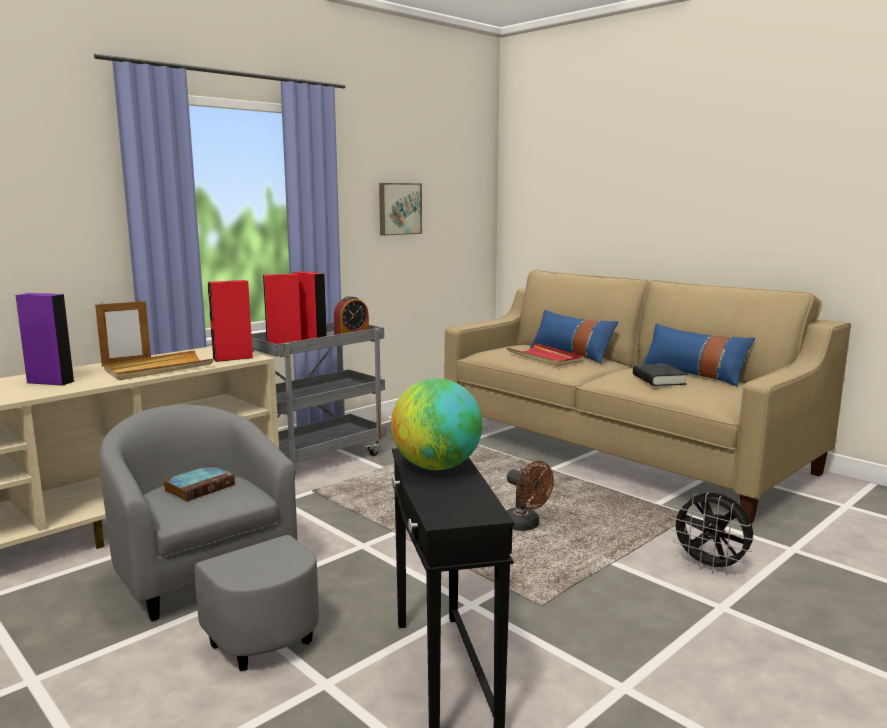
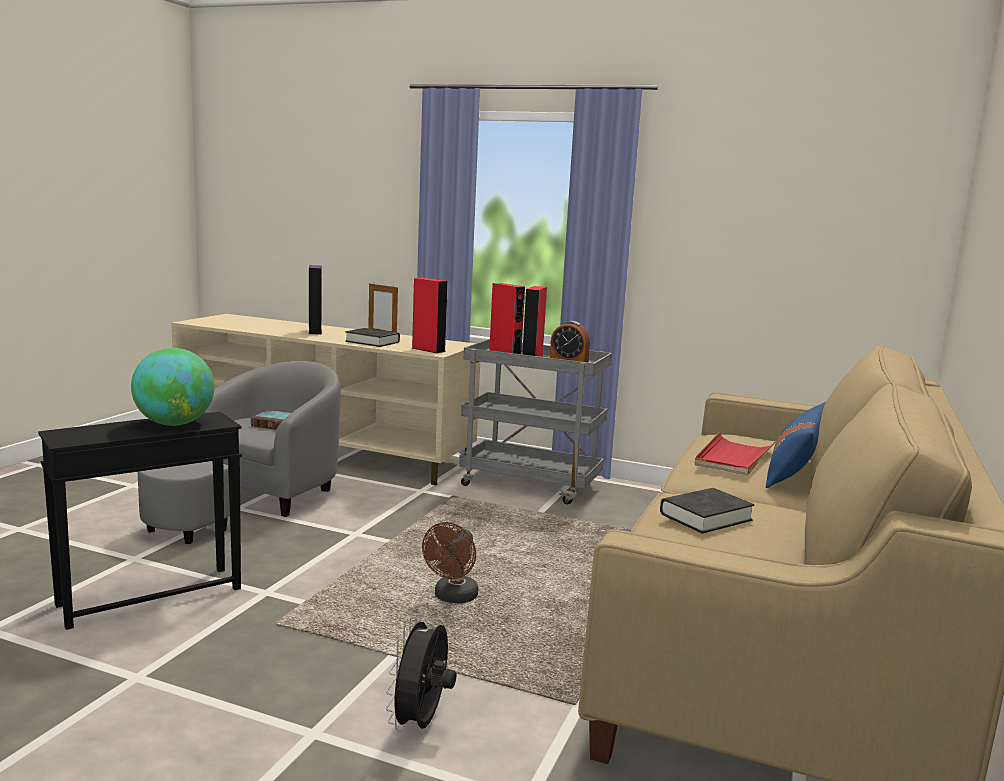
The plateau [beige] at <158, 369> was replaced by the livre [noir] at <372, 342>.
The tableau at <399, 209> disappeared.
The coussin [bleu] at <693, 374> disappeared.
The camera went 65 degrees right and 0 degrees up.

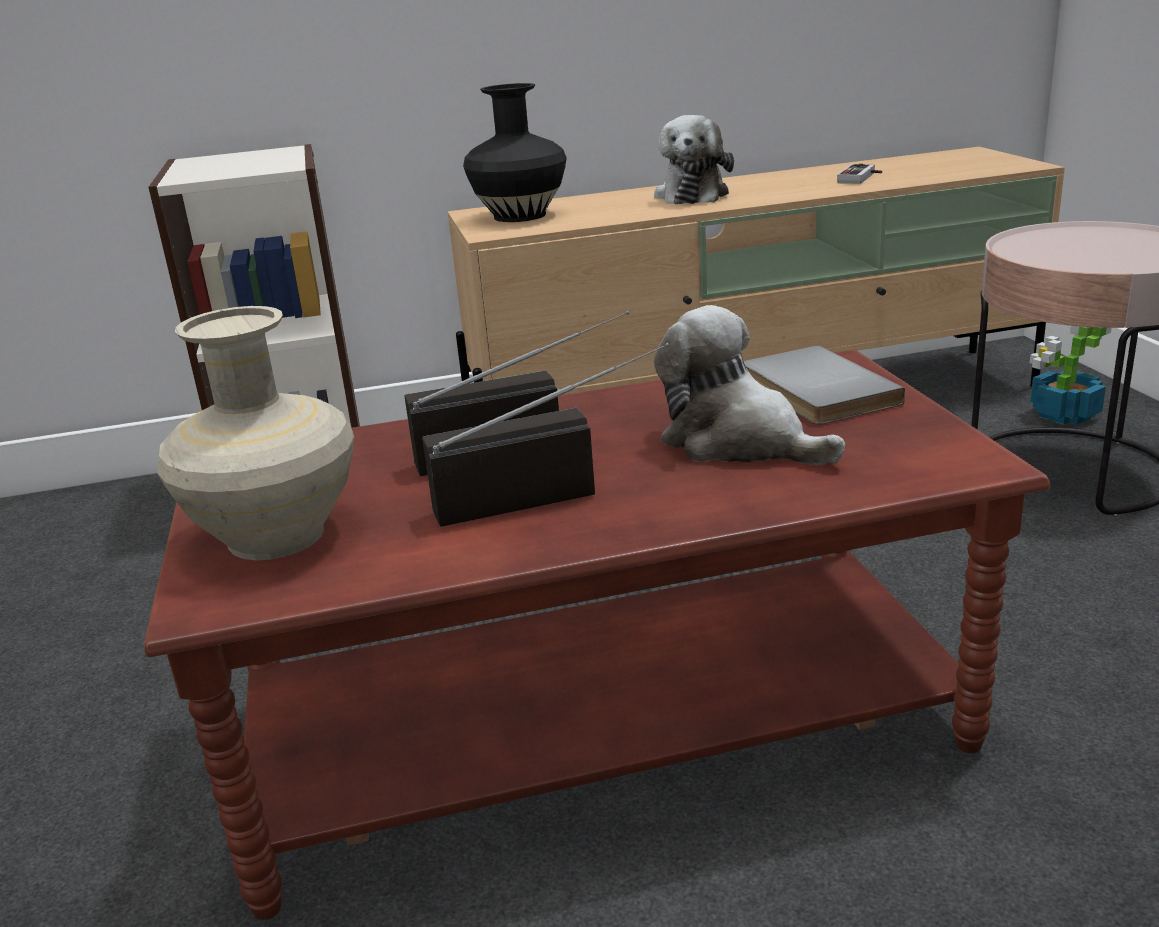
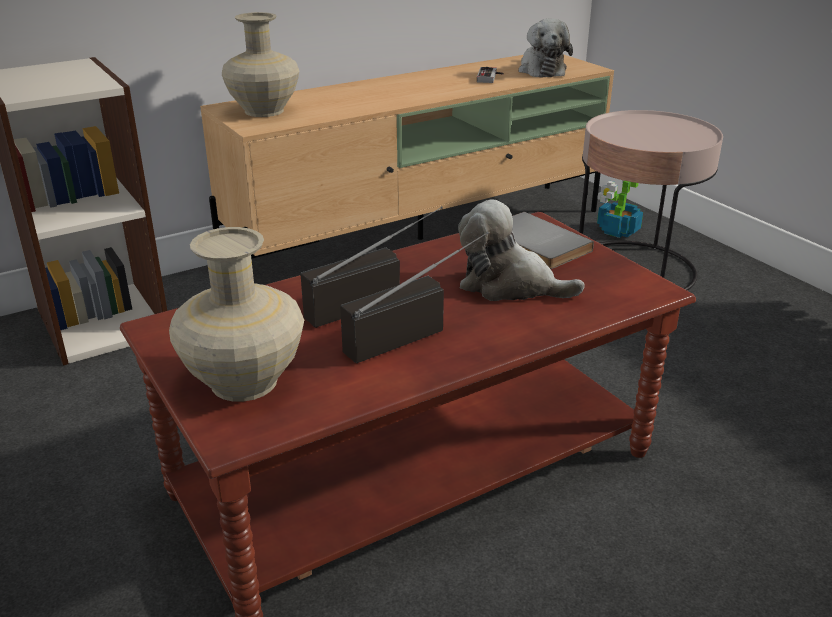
The vase [noir] at <520, 215> became the vase [beige] at <264, 110>.
The peluche moved from <692, 195> to <541, 70>.
The camera went 20 degrees left and 5 degrees up.

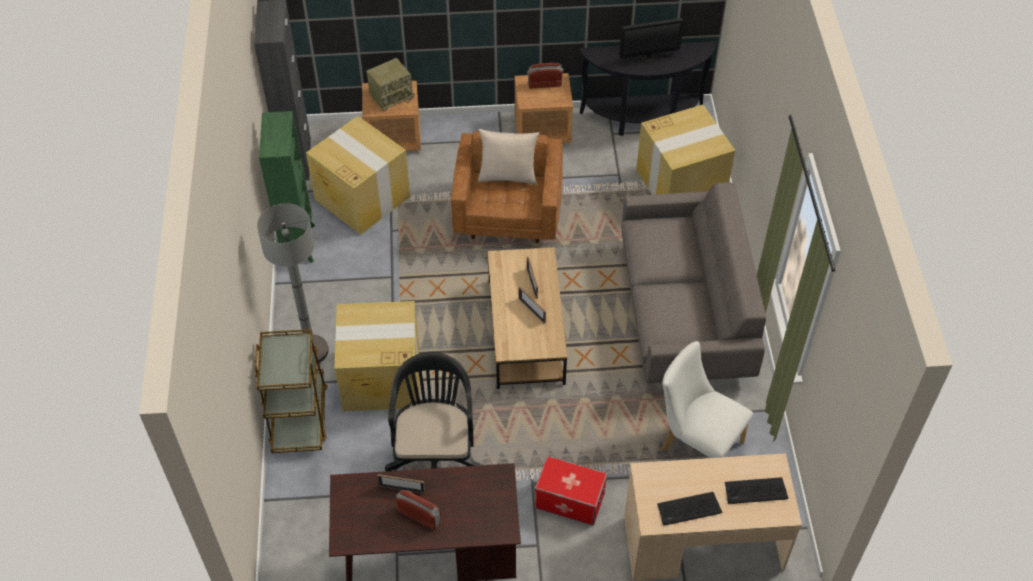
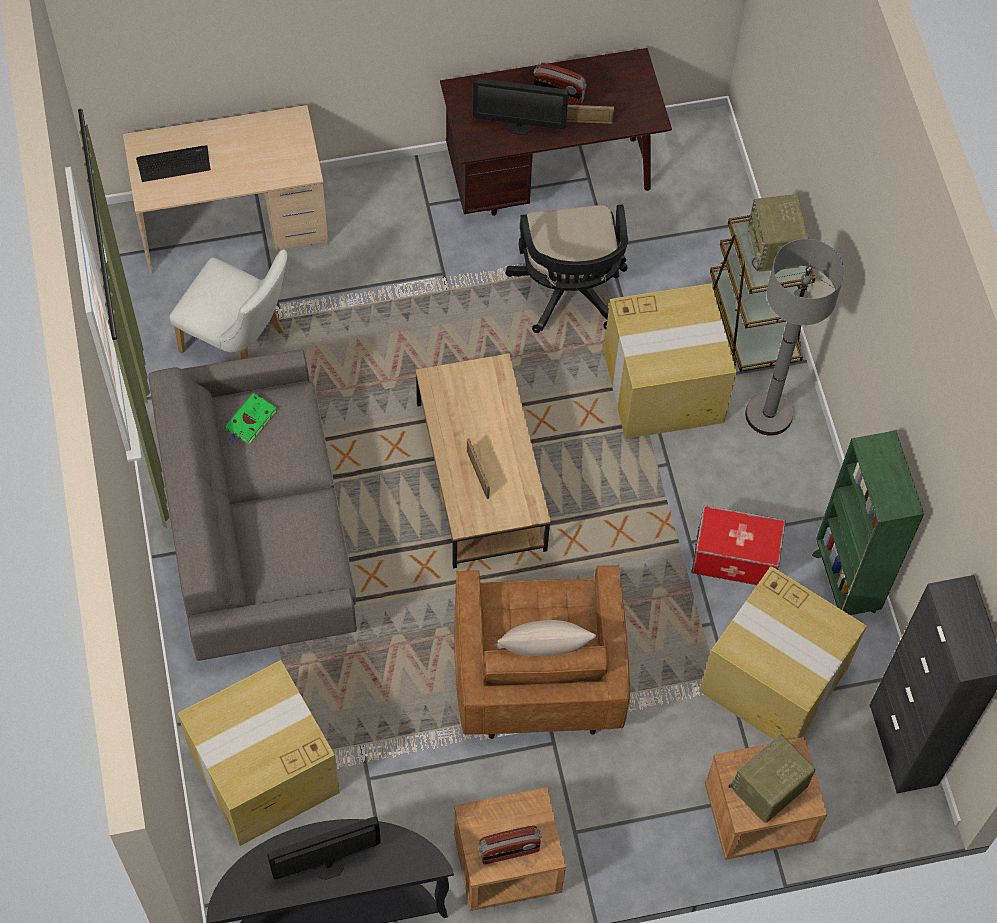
The cadre photo at <532, 310> disappeared.
The boîte de rangement moved from <570, 500> to <734, 558>.
The clavier at <689, 509> disappeared.
The livre [vert] at <250, 422> appeared.
The écran d'ordinateur at <519, 125> appeared.
The radio at <775, 248> appeared.
The camera went 170 degrees right and 10 degrees up.

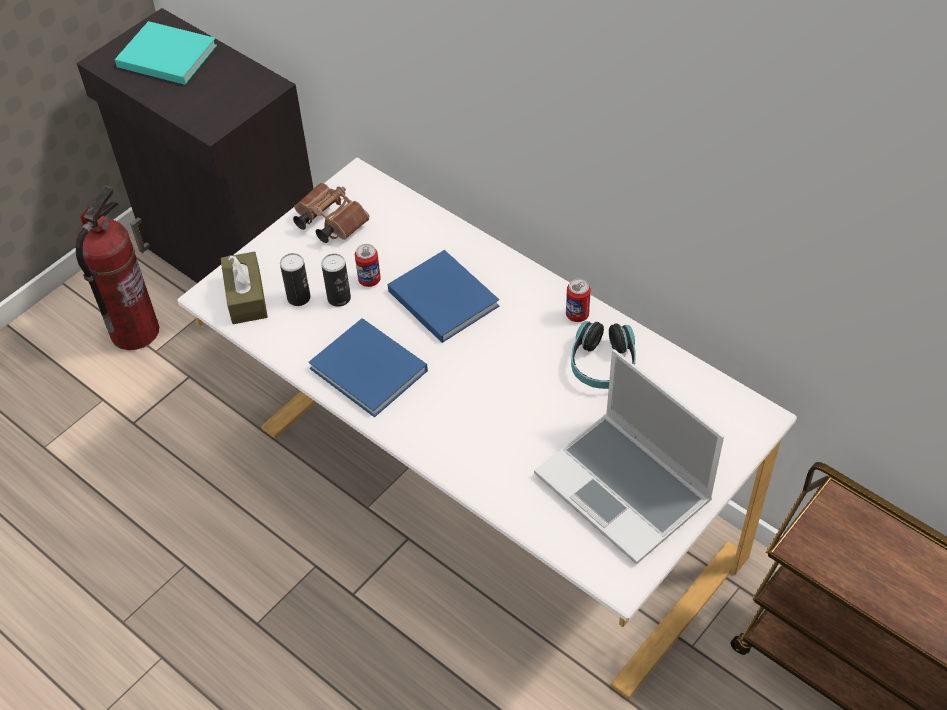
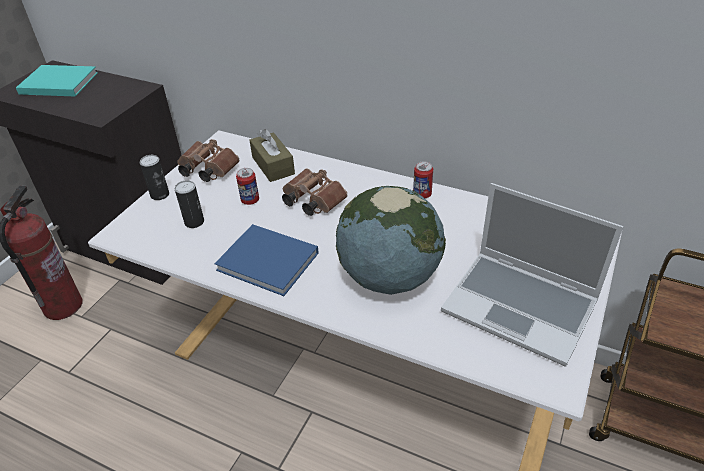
The boîte à mouchoirs [marron] moved from <246, 297> to <273, 165>.
The boîte métallique moved from <339, 298> to <160, 195>.
The livre [bleu] at <441, 297> was replaced by the jumelles [marron] at <311, 201>.
The casque audio at <602, 364> disappeared.
The globe at <389, 277> appeared.
The camera went 15 degrees left and 10 degrees down.

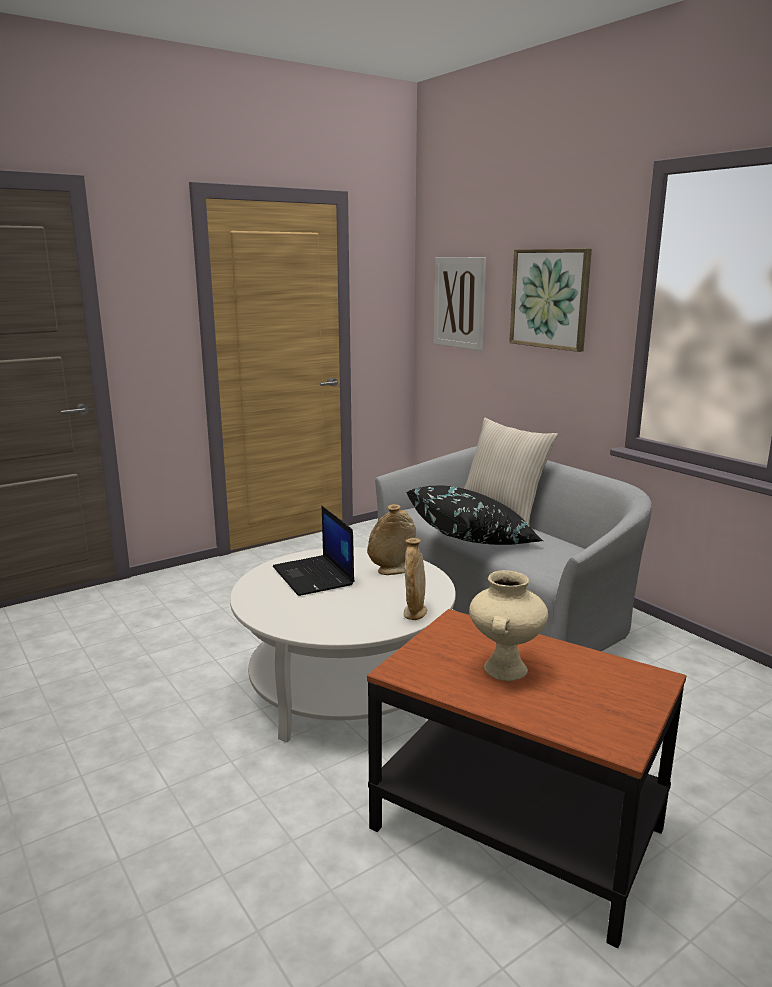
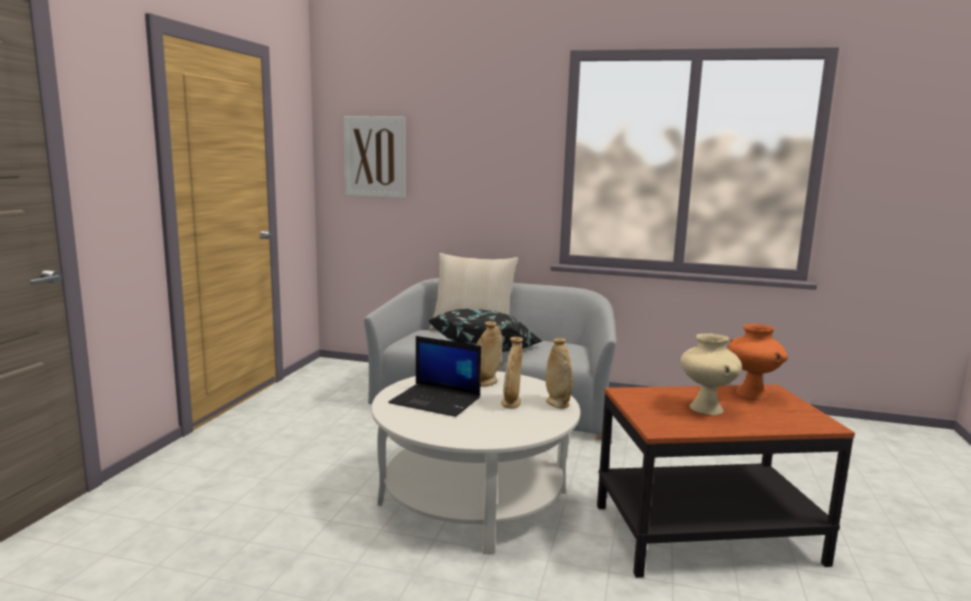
The tableau at <550, 298> disappeared.
The vase [beige] at <511, 403> appeared.
The vase [orange] at <750, 394> appeared.
The camera went 40 degrees left and 5 degrees down.

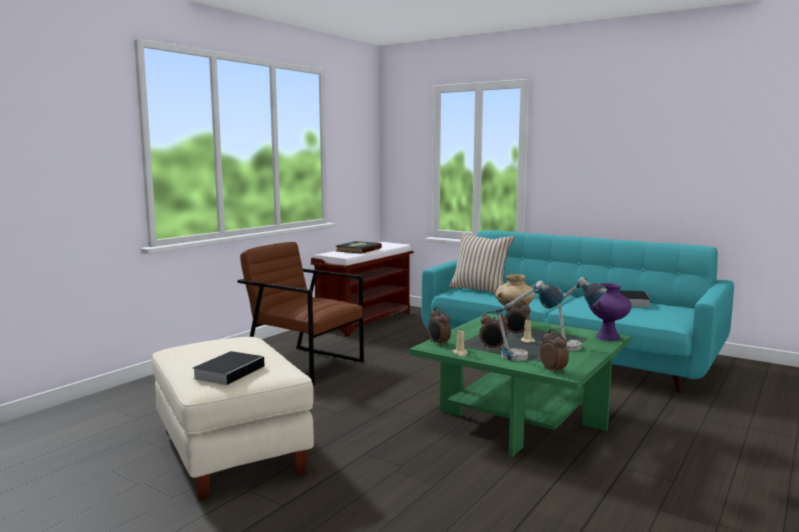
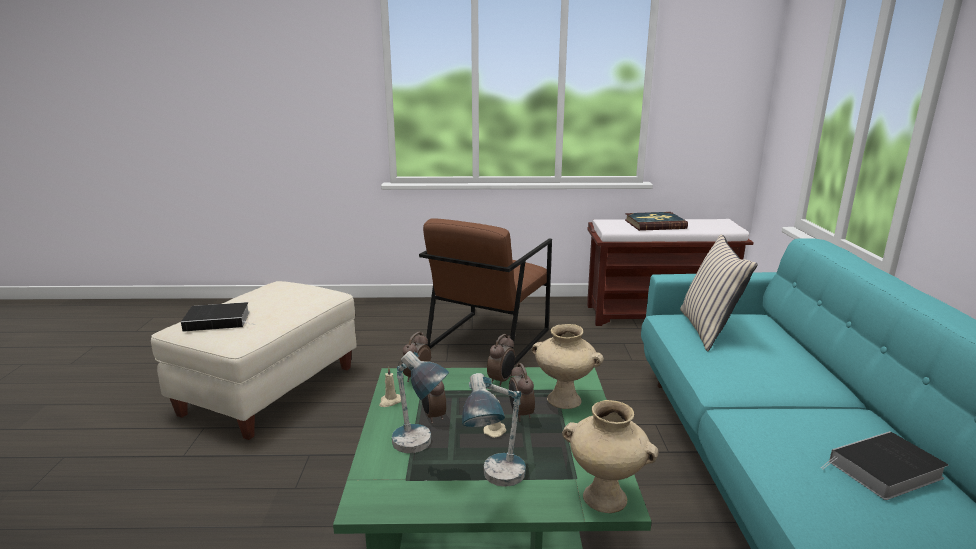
The fauteuil [marron] at <304, 365> turned 150 degrees counterclockwise.
The réveil moved from <553, 370> to <502, 380>.
The vase [violet] at <607, 337> became the vase [beige] at <606, 497>.
The camera went 55 degrees right and 10 degrees up.

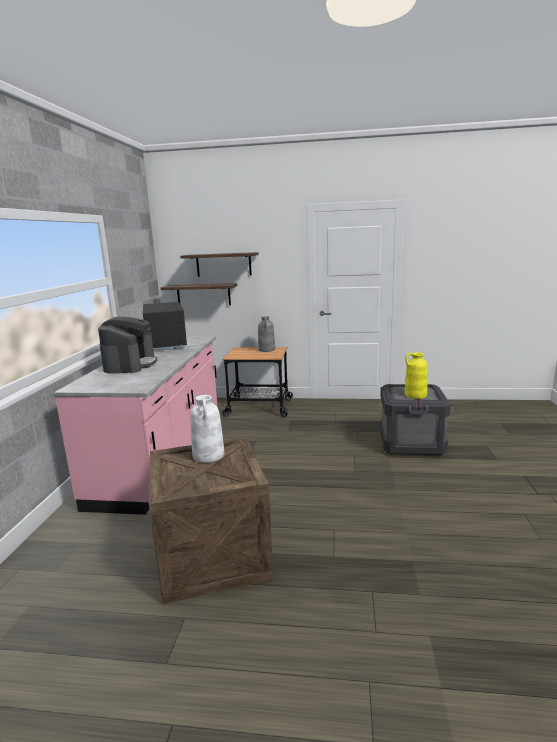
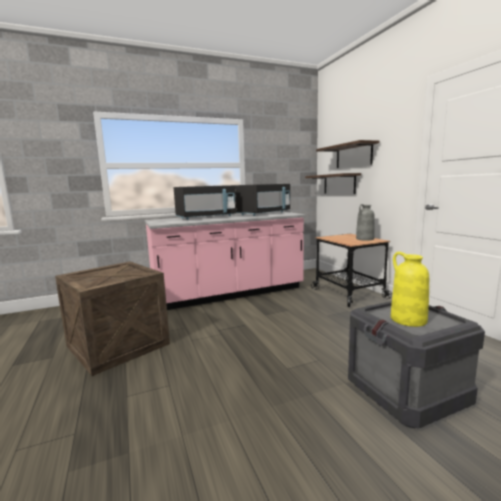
The machine à café at <130, 364> was replaced by the micro-ondes [noir] at <206, 217>.
The vase [blanc] at <209, 456> disappeared.
The camera went 60 degrees right and 5 degrees down.

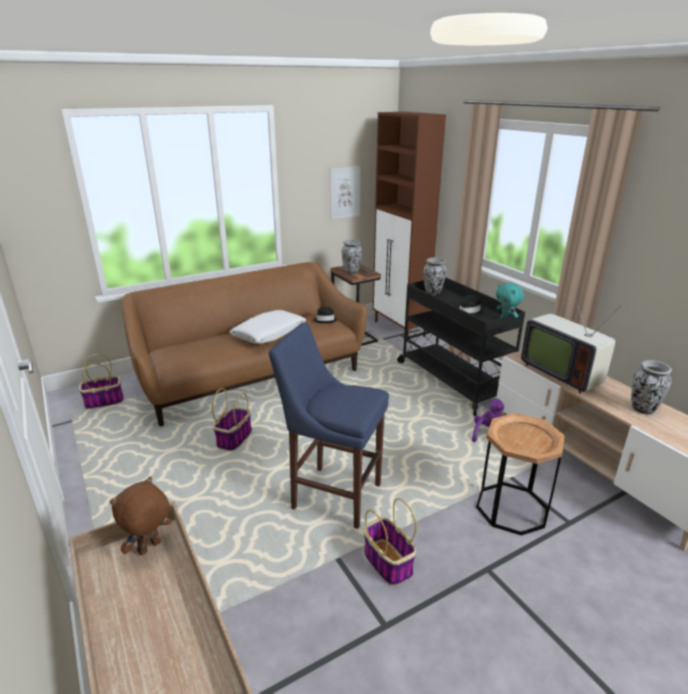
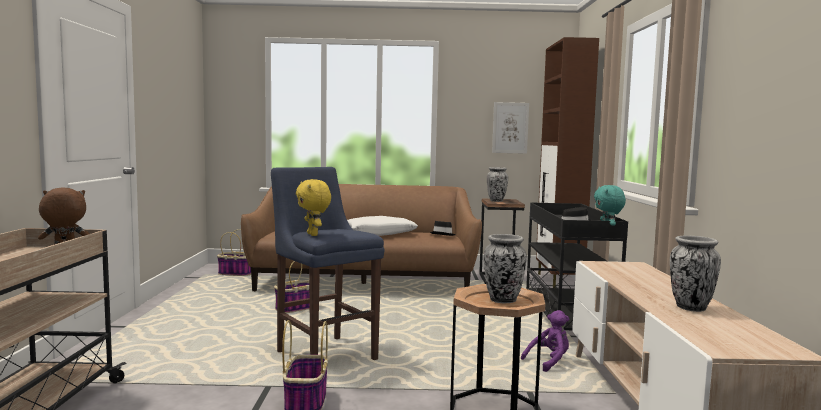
The vase moved from <433, 293> to <503, 300>.
The téléviseur at <561, 373> disappeared.
The peluche [jaune] at <313, 234> appeared.
The camera went 30 degrees right and 20 degrees down.

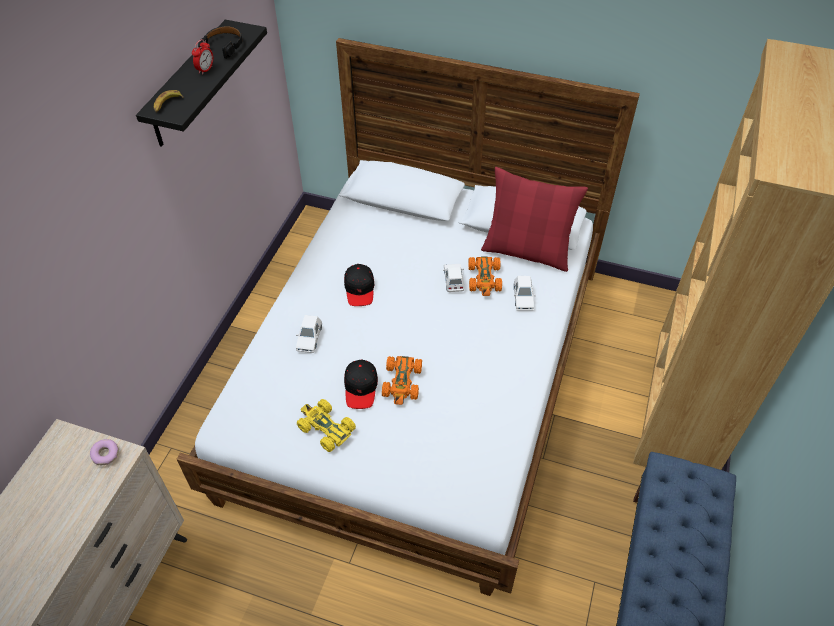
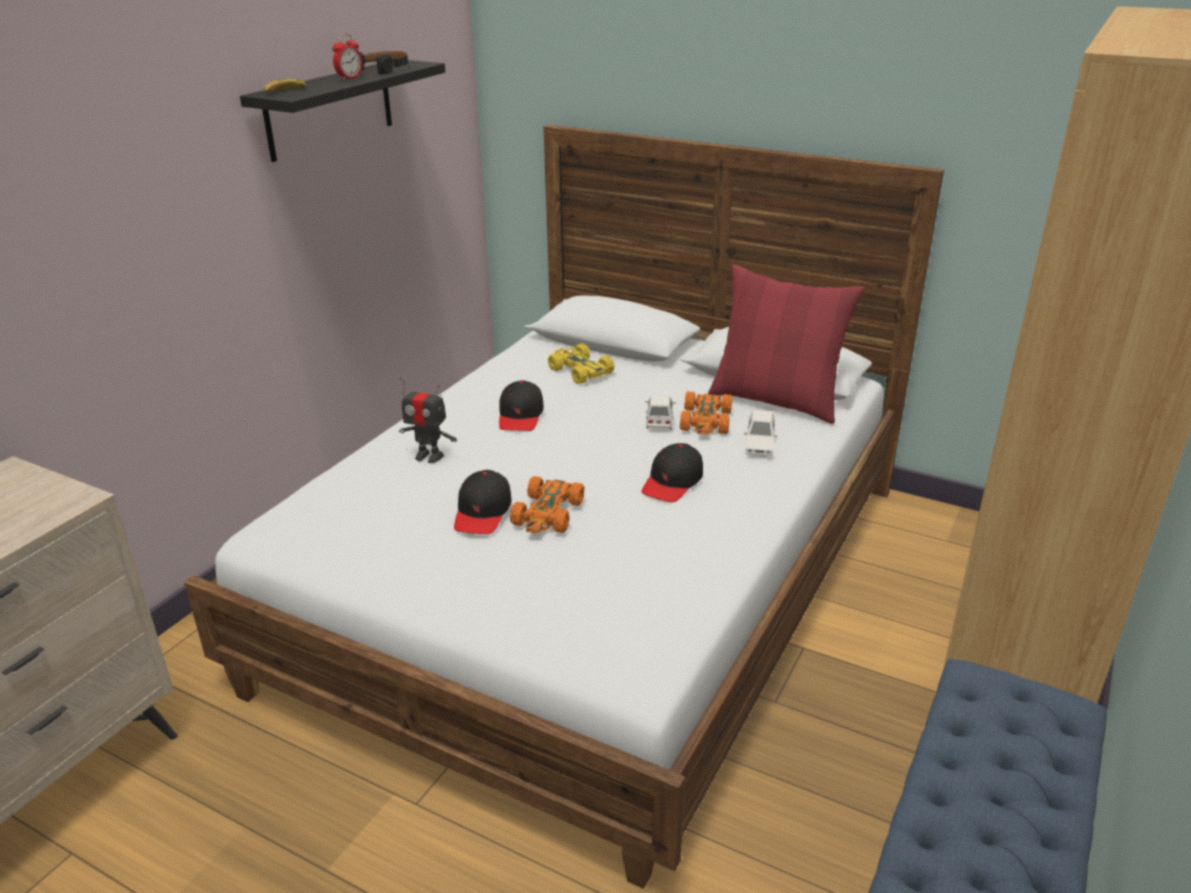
The beignet at <106, 455> disappeared.
The petite voiture [blanc] at <309, 338> was replaced by the robot jouet at <429, 456>.
The petite voiture [jaune] moved from <325, 428> to <579, 371>.
The casquette [noir] at <672, 482> appeared.
The camera went 10 degrees right and 20 degrees down.

